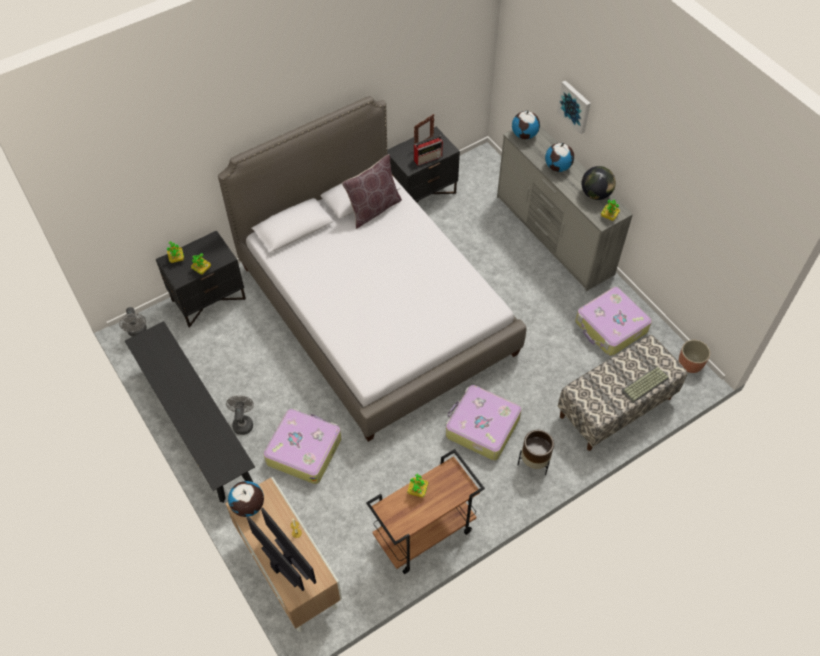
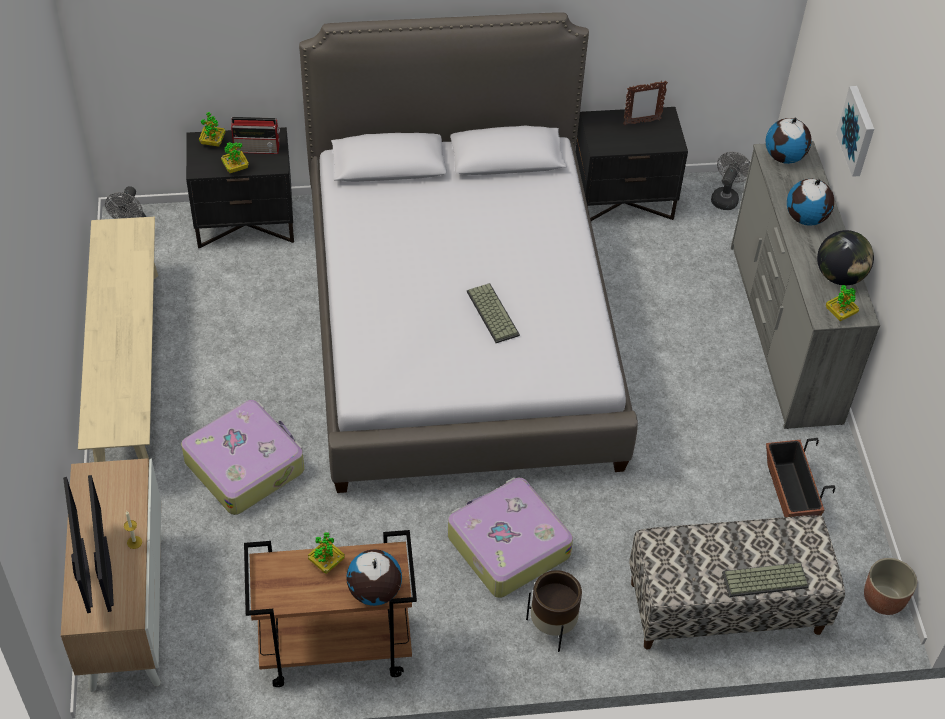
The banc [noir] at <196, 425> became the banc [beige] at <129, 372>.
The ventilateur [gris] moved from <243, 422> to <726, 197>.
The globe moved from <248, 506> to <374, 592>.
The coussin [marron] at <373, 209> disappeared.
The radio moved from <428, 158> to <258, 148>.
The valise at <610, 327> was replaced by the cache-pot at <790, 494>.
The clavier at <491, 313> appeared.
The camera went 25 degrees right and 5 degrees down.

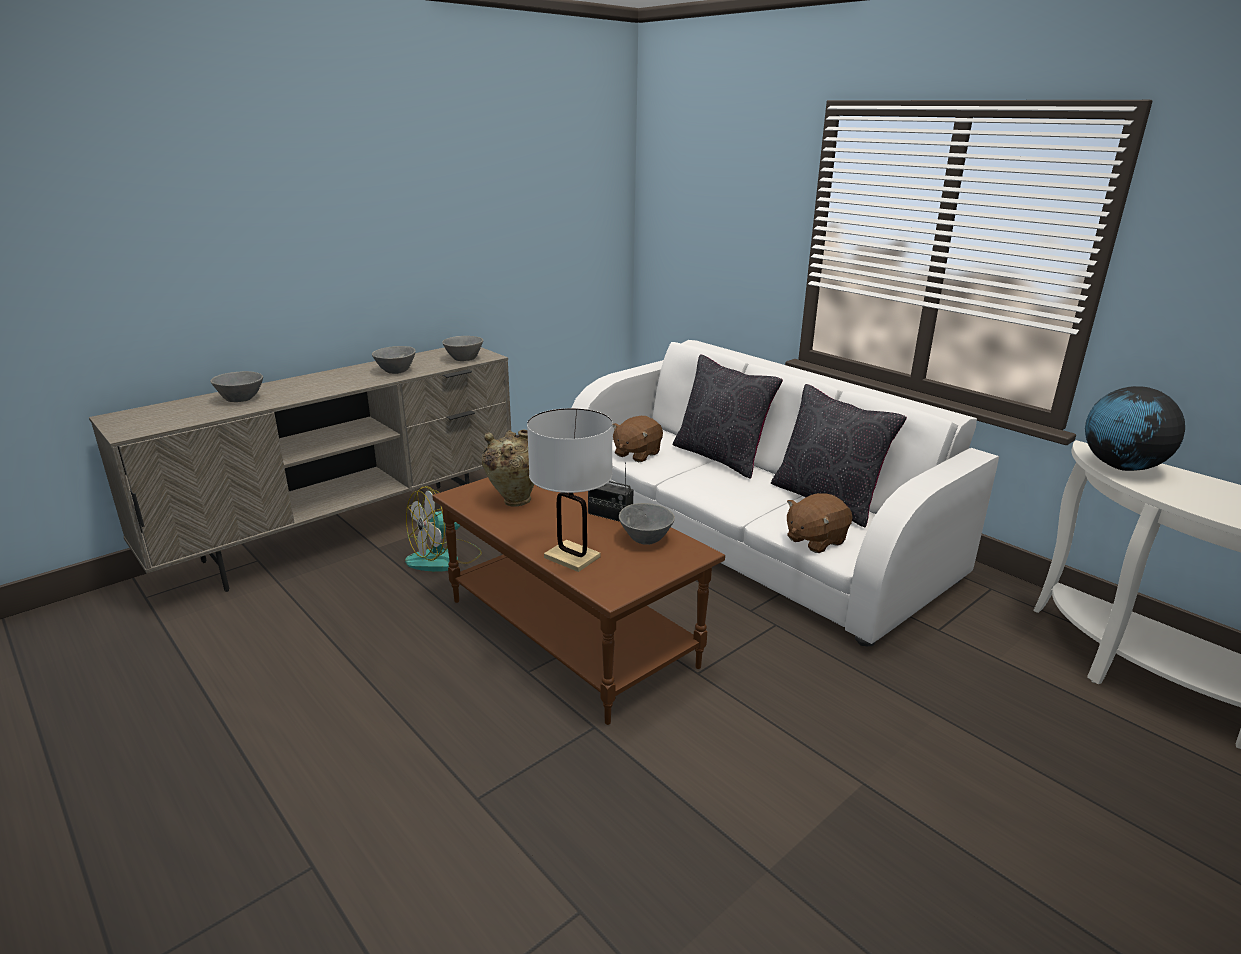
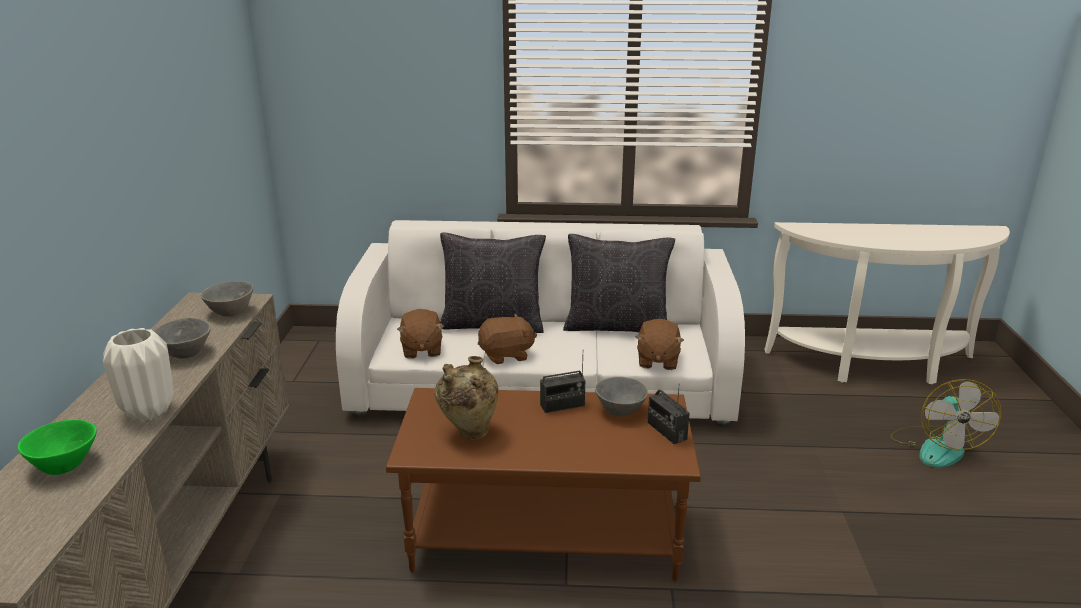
The bol [gris] at <241, 399> became the bol [vert] at <67, 464>.
The ventilateur moved from <444, 558> to <936, 447>.
The lampe de table [blanc] at <572, 557> disappeared.
The globe at <1121, 467> disappeared.
The vase [blanc] at <149, 410> appeared.
The peluche [marron] at <506, 355> appeared.
The radio at <666, 431> appeared.
The camera went 45 degrees left and 0 degrees up.

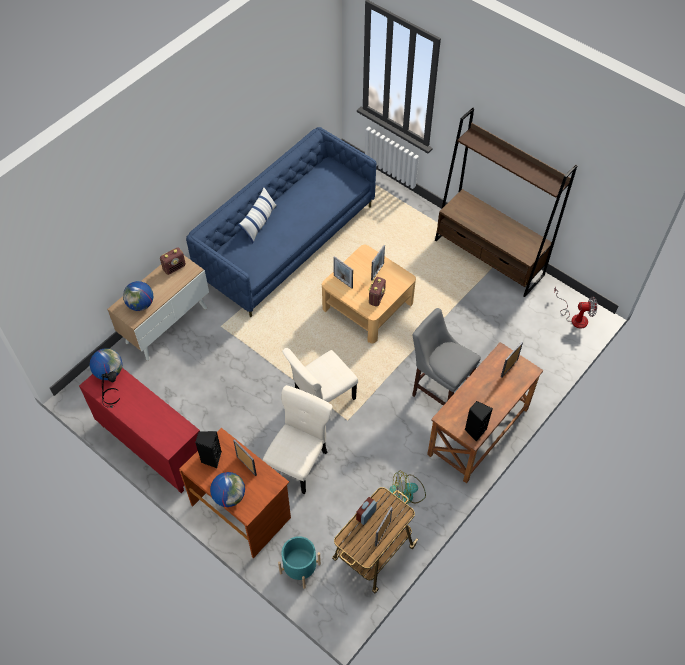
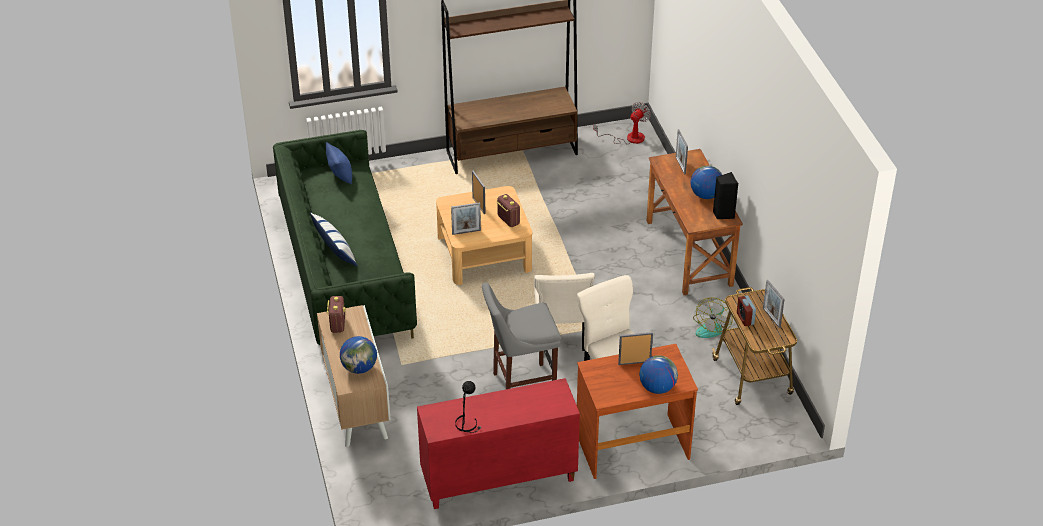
The globe moved from <109, 372> to <705, 195>.
The canapé [bleu] at <287, 241> became the canapé [vert] at <345, 269>.
The enceinte [noir] at <211, 458> disappeared.
The cache-pot [turquoise] at <300, 568> disappeared.
The tabouret [gris] moved from <438, 392> to <520, 385>.
The coussin [bleu] at <340, 175> appeared.
The camera went 55 degrees left and 15 degrees down.

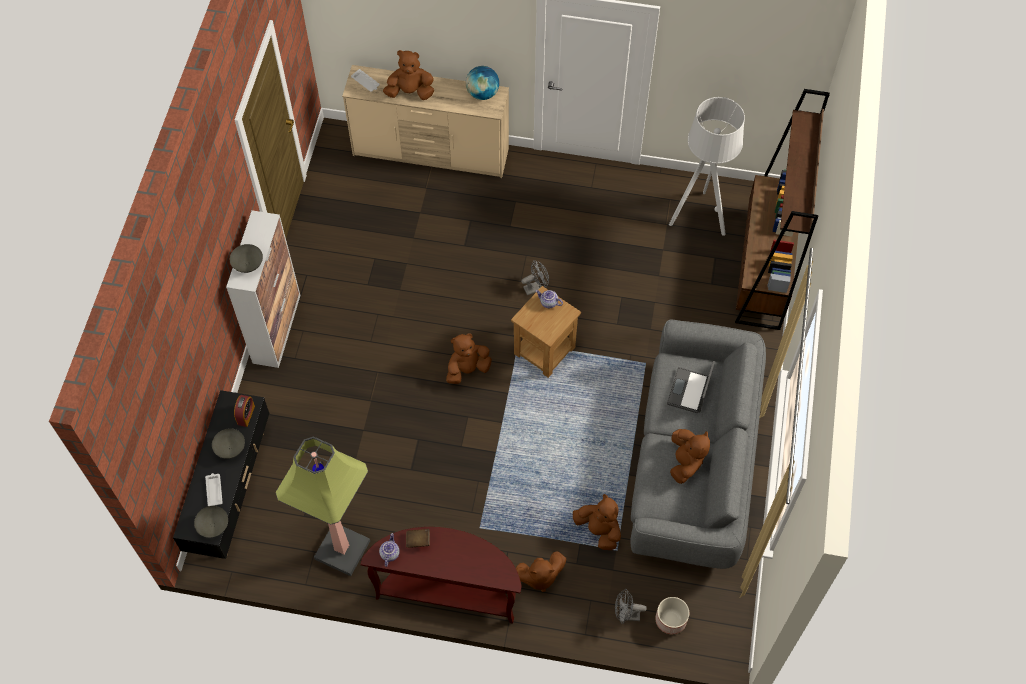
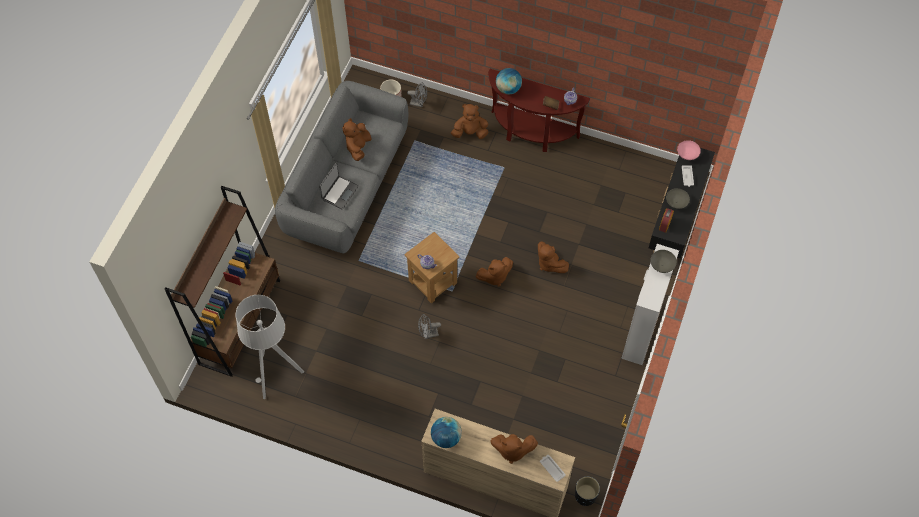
The bol [gris] at <214, 526> became the bol [rose] at <687, 154>.
The lampadaire at <342, 551> disappeared.
The peluche [marron] moved from <599, 530> to <549, 263>.
The globe at <508, 89> appeared.
The cache-pot [noir] at <585, 496> appeared.
The camera went 170 degrees left and 0 degrees up.

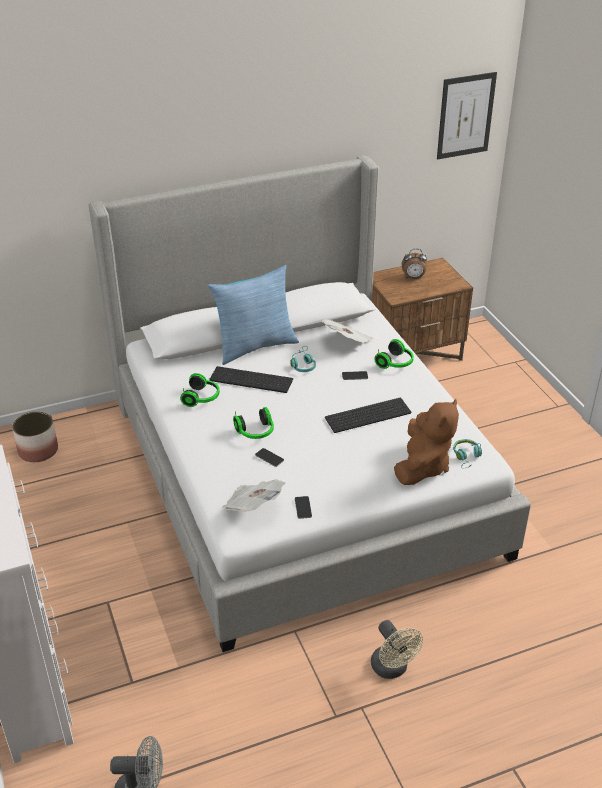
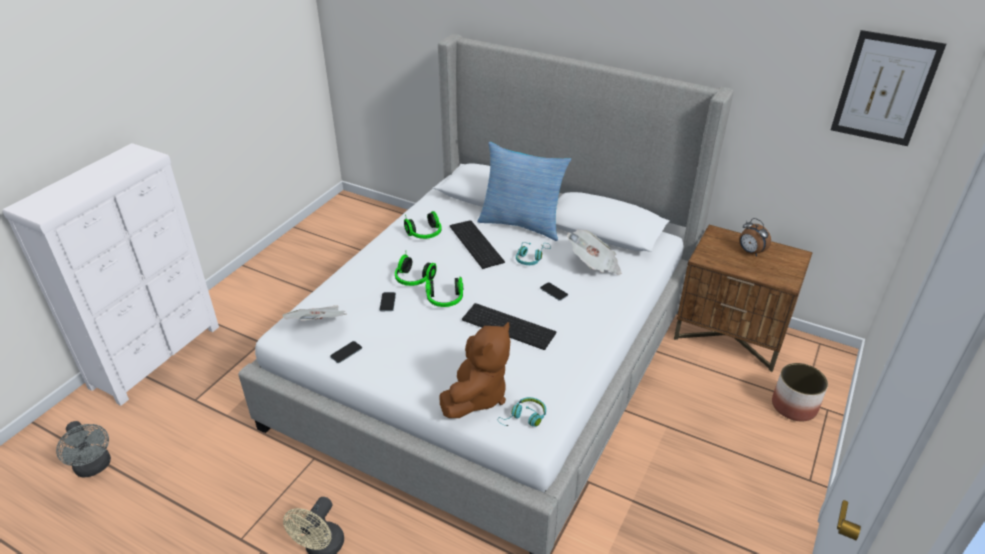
The cache-pot moved from <38, 450> to <794, 406>.
The casque audio moved from <396, 363> to <445, 300>.
The peluche [marron] at <422, 466> turned 45 degrees counterclockwise.
The camera went 50 degrees right and 0 degrees up.

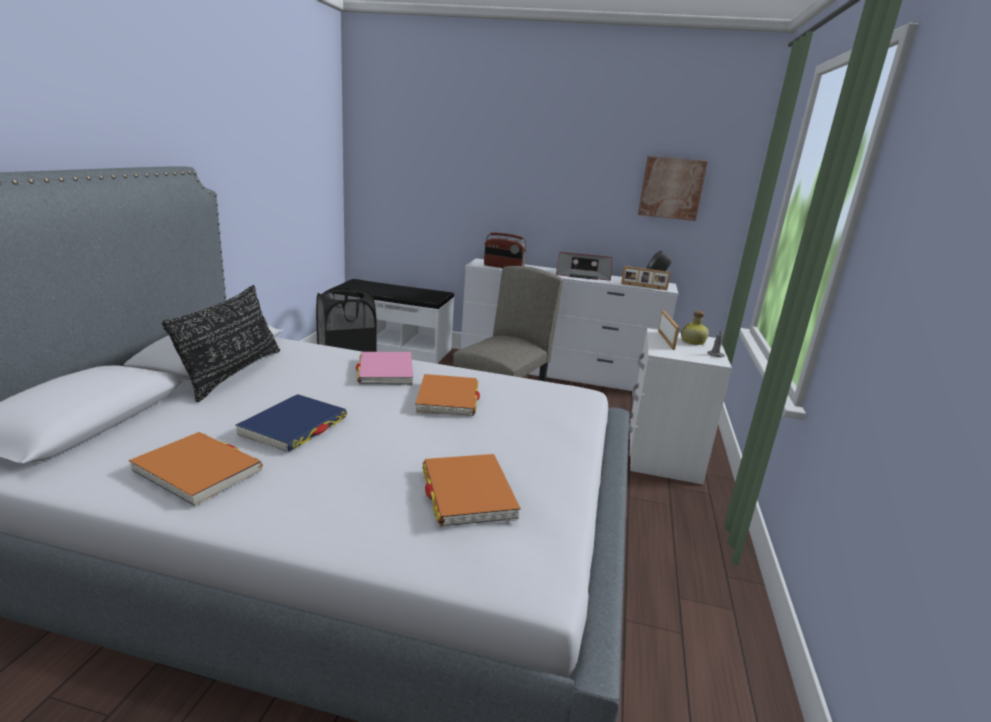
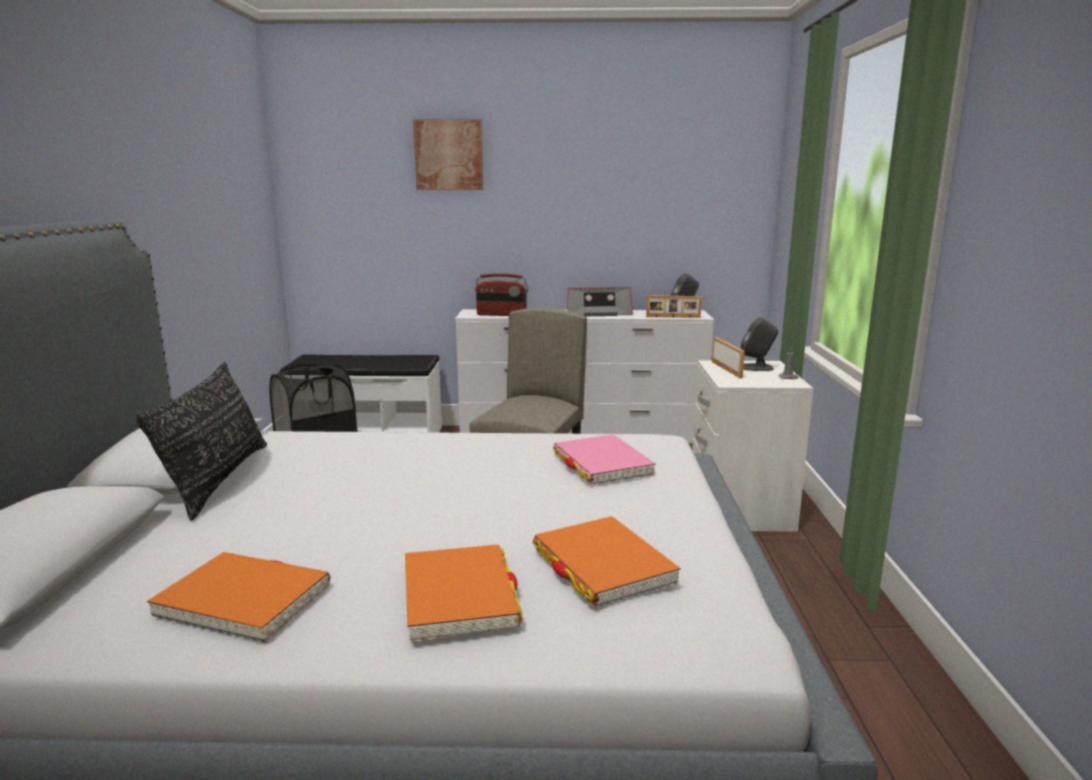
The livre [bleu] at <294, 426> disappeared.
The livre [rose] moved from <385, 372> to <602, 464>.
The livre [orange] moved from <448, 399> to <459, 596>.
The tableau moved from <671, 188> to <449, 155>.
The bouteille at <693, 342> was replaced by the enceinte [gris] at <756, 368>.
The camera went 10 degrees left and 5 degrees down.

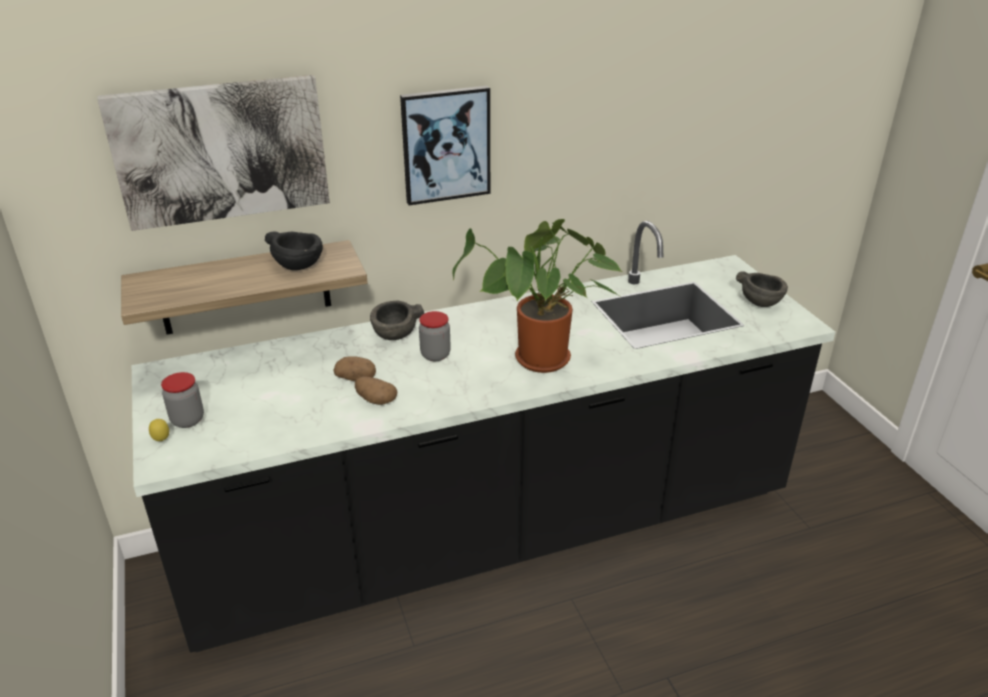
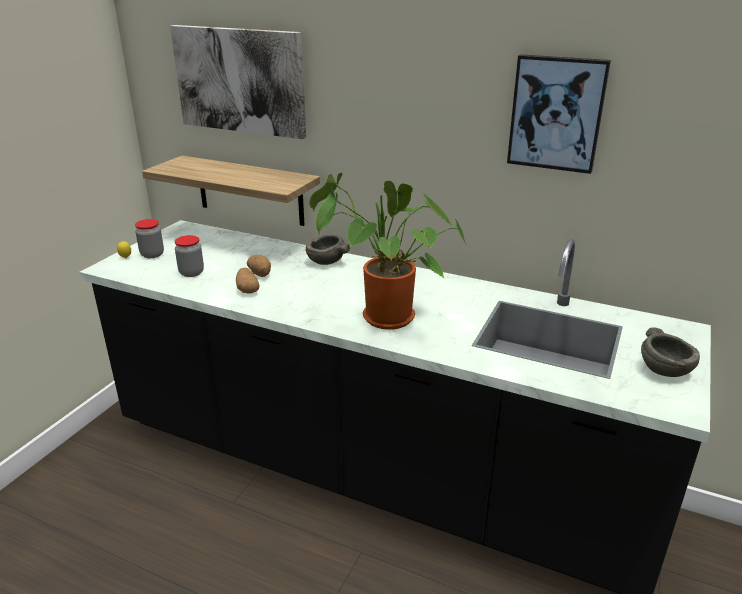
The bol [noir] at <298, 265> disappeared.
The tableau moved from <446, 145> to <556, 113>.
The bocal moved from <435, 355> to <191, 273>.
The camera went 45 degrees right and 5 degrees down.

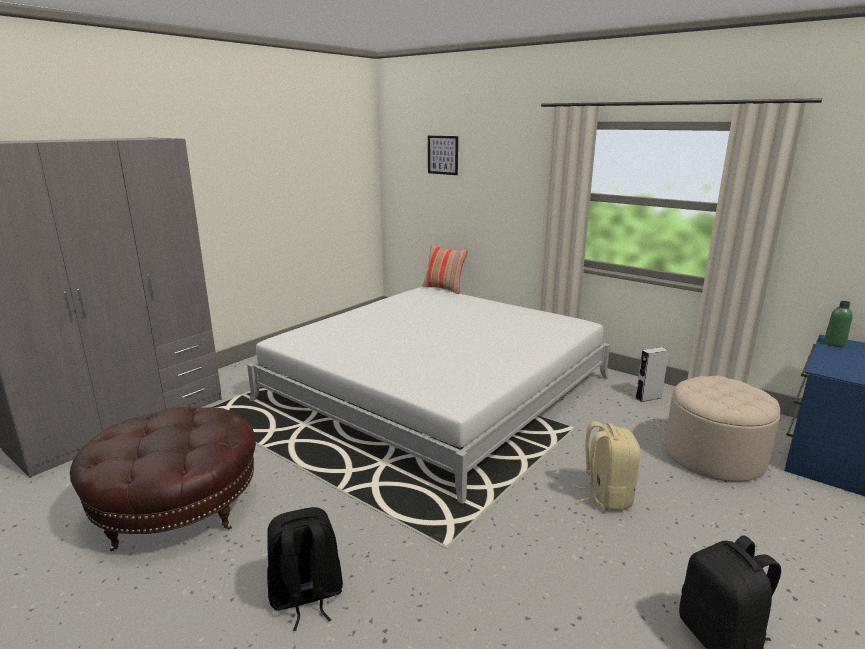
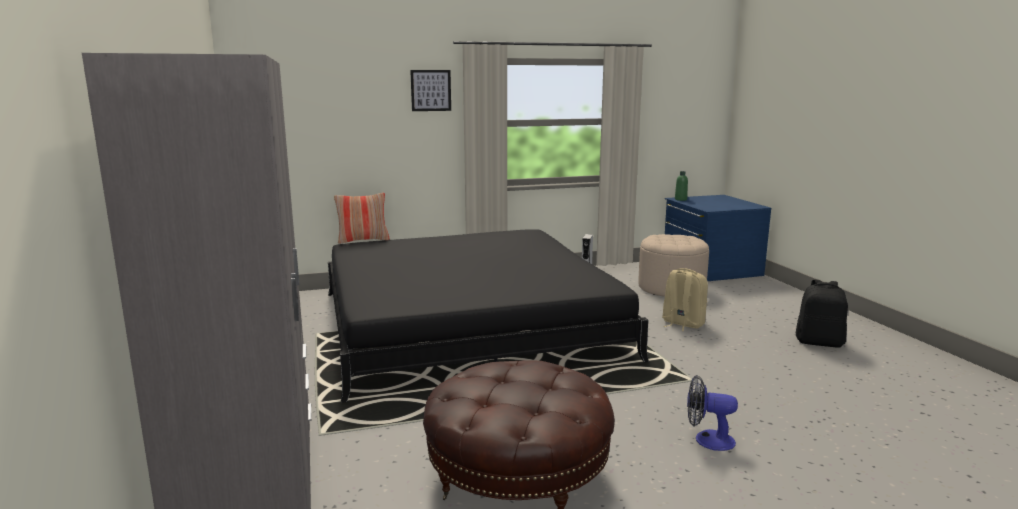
The lit [blanc] at <435, 389> became the lit [noir] at <466, 324>.
The sac à dos [noir] at <306, 597> was replaced by the ventilateur at <707, 440>.
The tableau moved from <443, 155> to <431, 90>.
The camera went 55 degrees left and 5 degrees down.

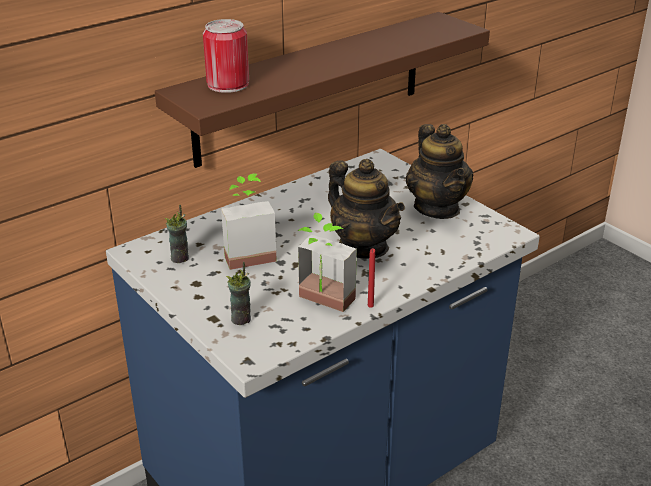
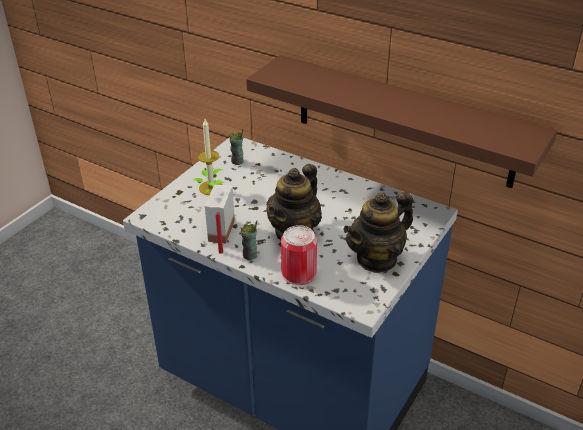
The boîte métallique moved from <228, 84> to <299, 273>.
The plante en pot at <248, 253> disappeared.
The tasse moved from <241, 319> to <250, 256>.
The bougie at <211, 188> appeared.
The camera went 70 degrees right and 5 degrees up.

